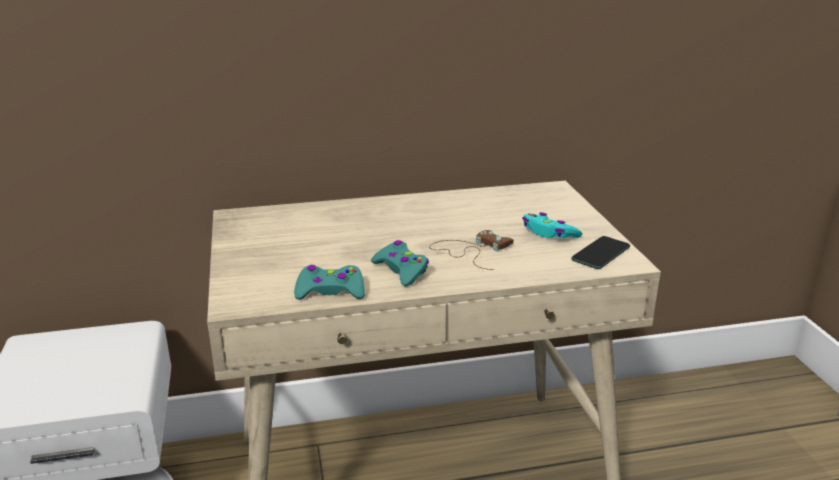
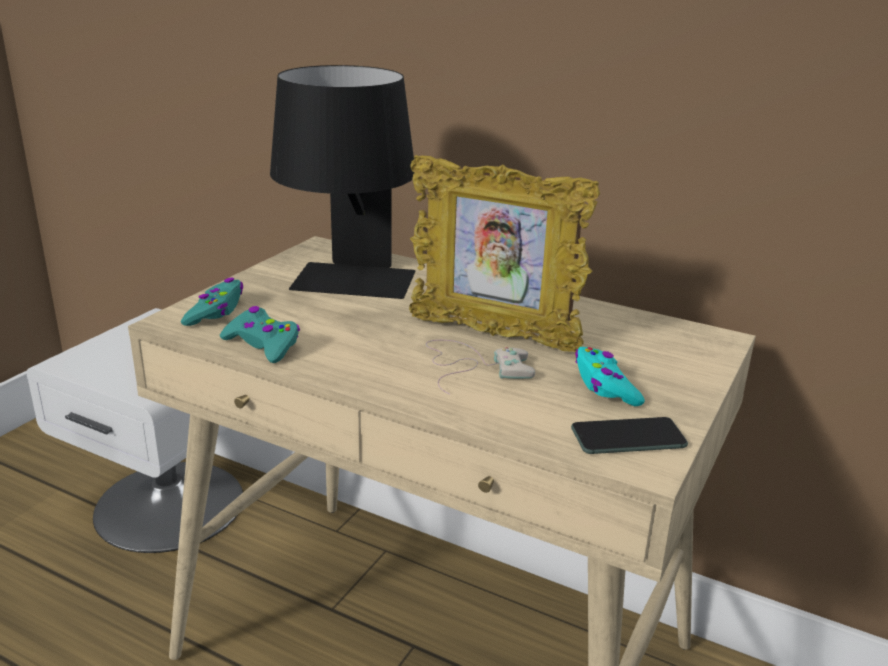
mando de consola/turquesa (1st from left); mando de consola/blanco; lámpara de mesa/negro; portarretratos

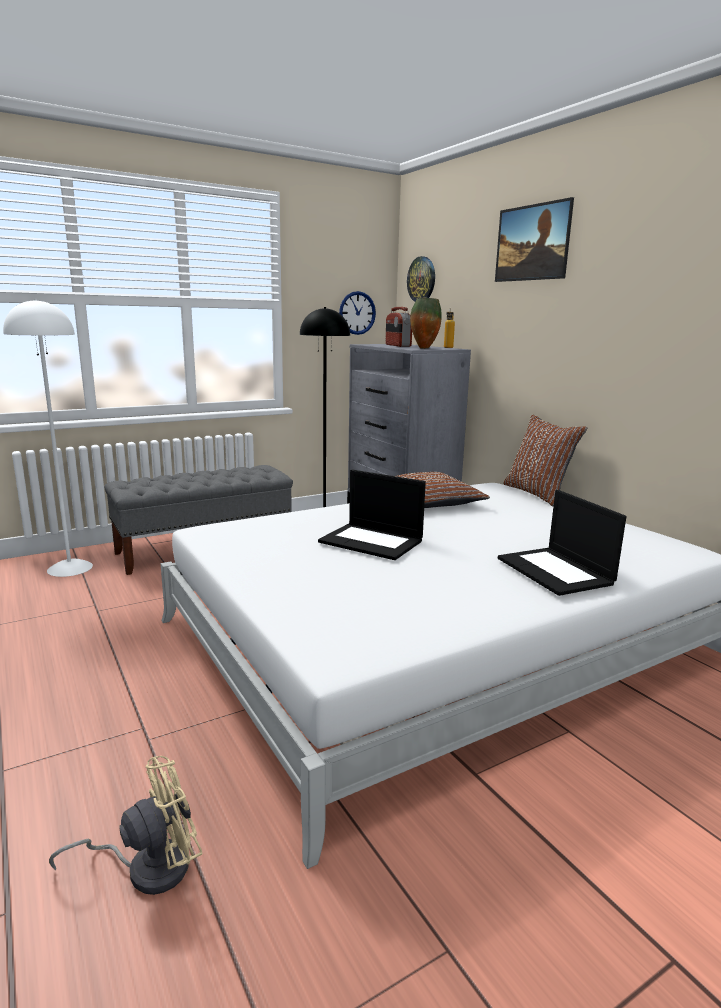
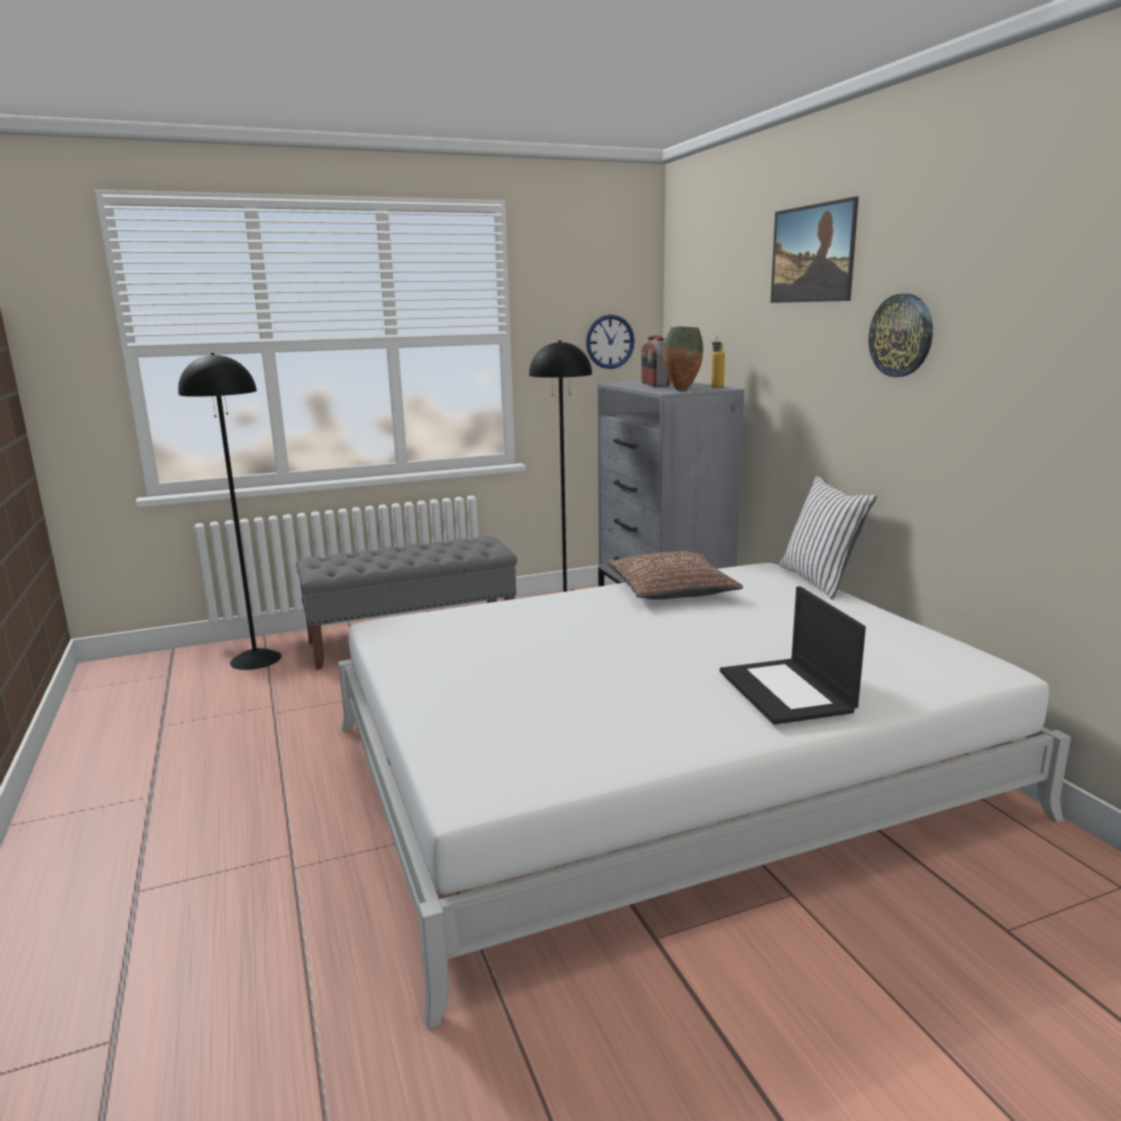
lámpara de pie/negro (1st from left); ventilador/beis; portátil (1st from left in the first image); reloj de pared (2nd from left); cojín/blanco

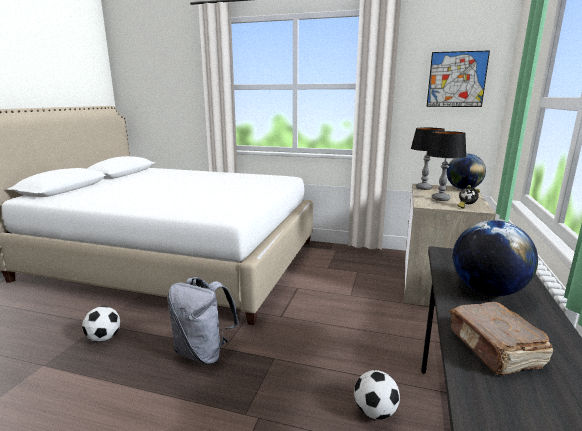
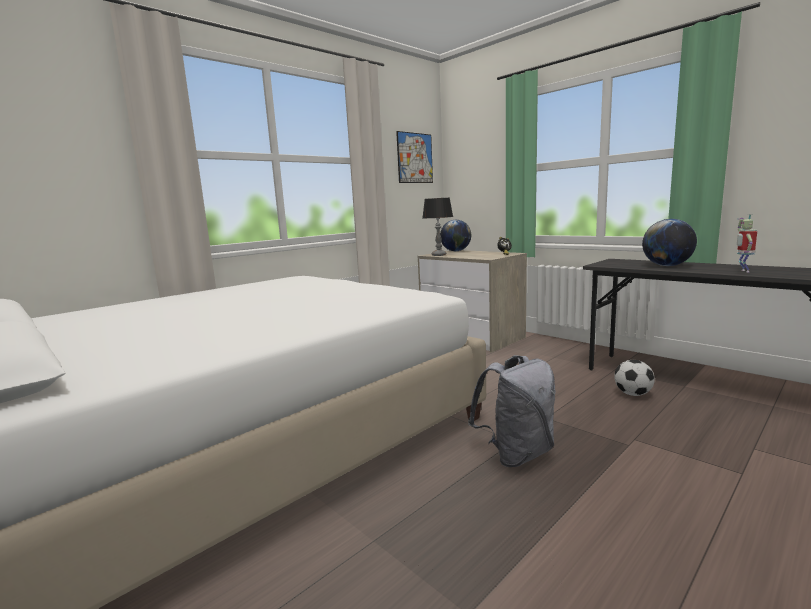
balón de fútbol (1st from left in the first image); lámpara de mesa (2nd from left in the first image); robot de juguete

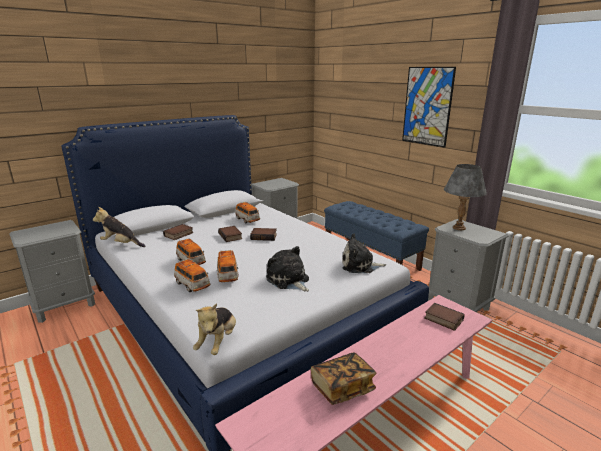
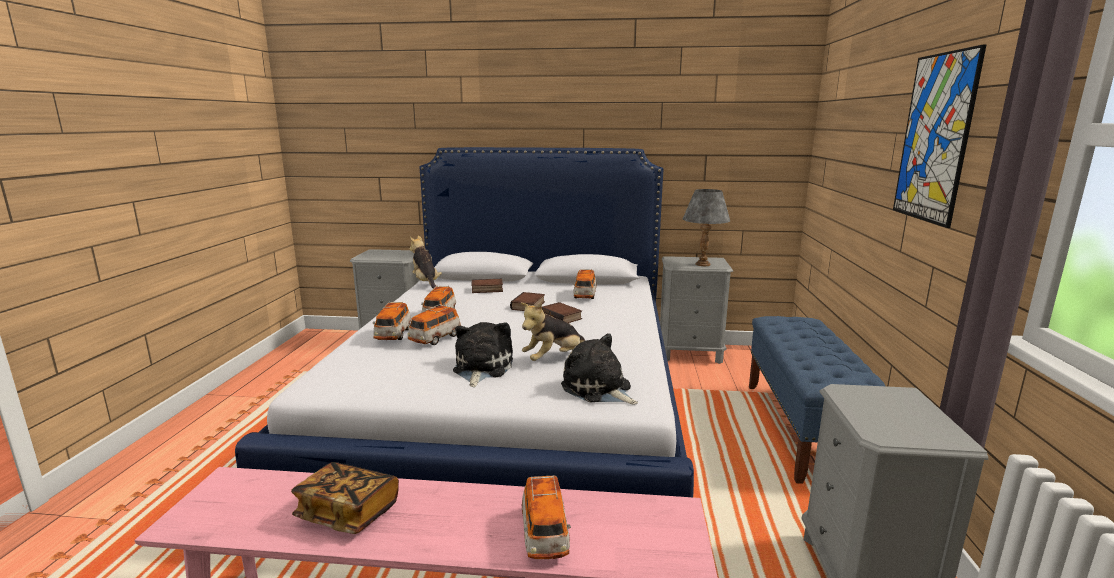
peluche (3rd from left); libro (5th from left in the first image); lámpara de mesa/gris; coche de juguete (4th from left)

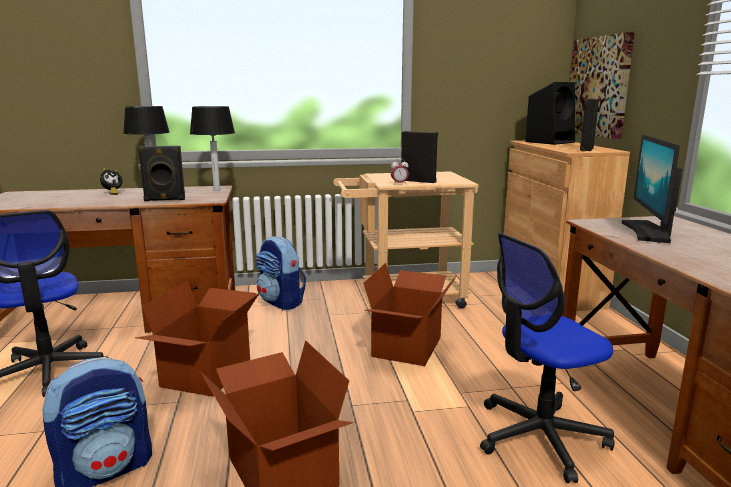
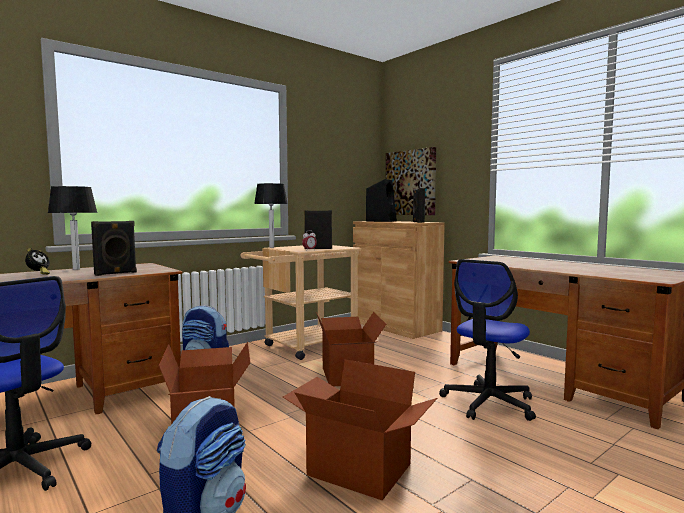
lámpara de mesa (2nd from left); monitor

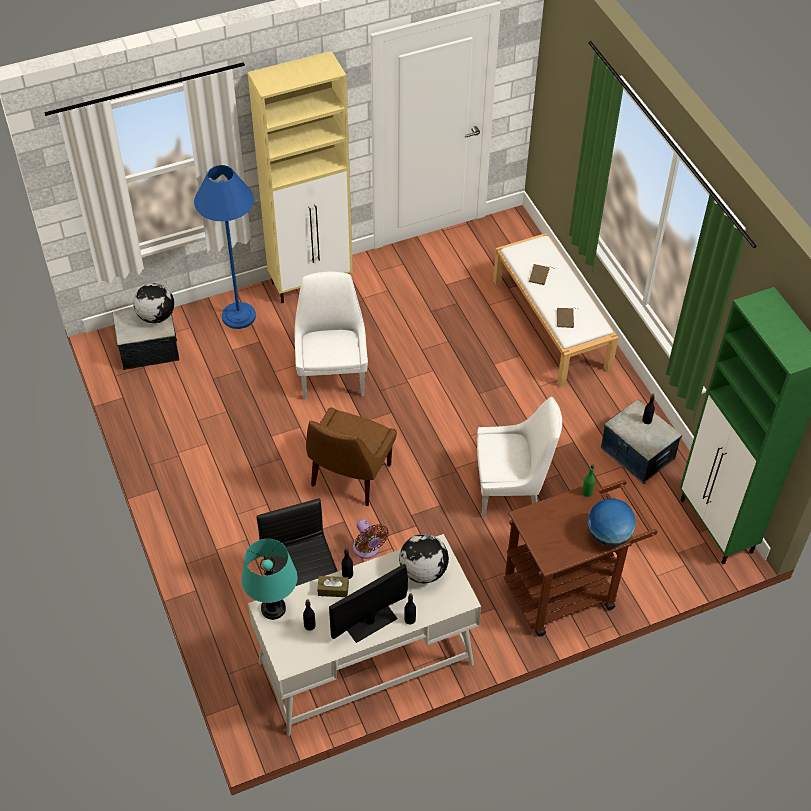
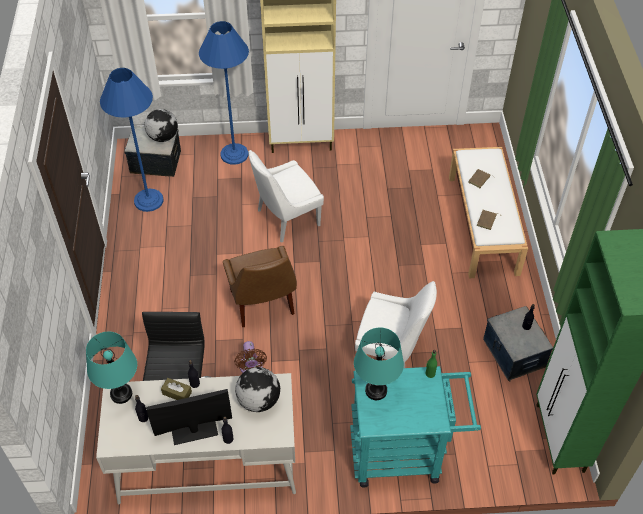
silla/blanco (1st from left); silla/marrón; carrito/turquesa; globo terráqueo (3rd from left in the first image); lámpara de pie/azul (1st from left); lámpara de mesa/turquesa (2nd from left)

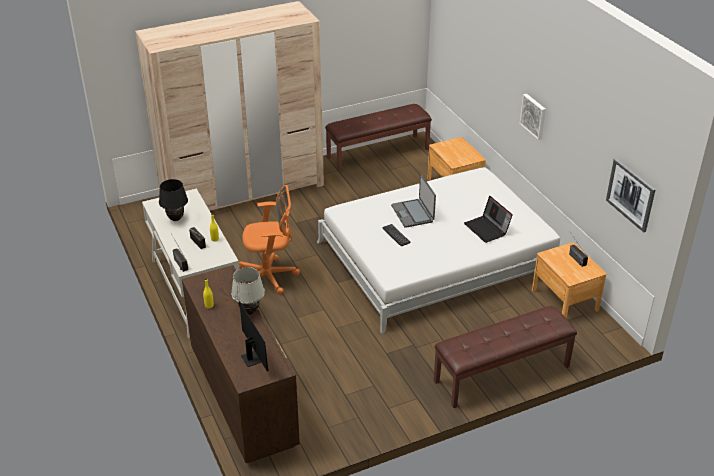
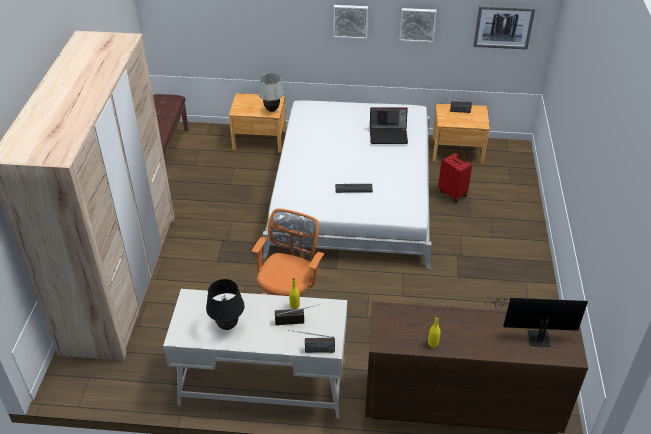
lámpara de mesa/blanco; portátil (1st from left in the first image); banco/marrón (2nd from left in the first image); cuadro (2nd from left); maleta/rojo

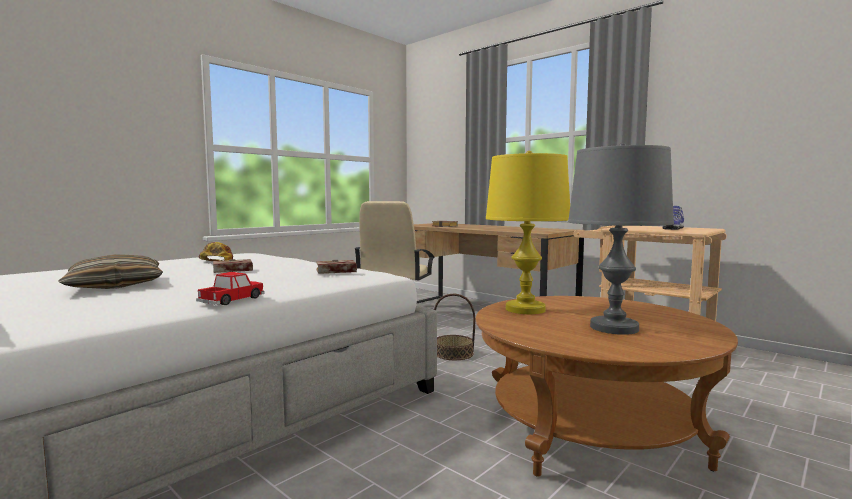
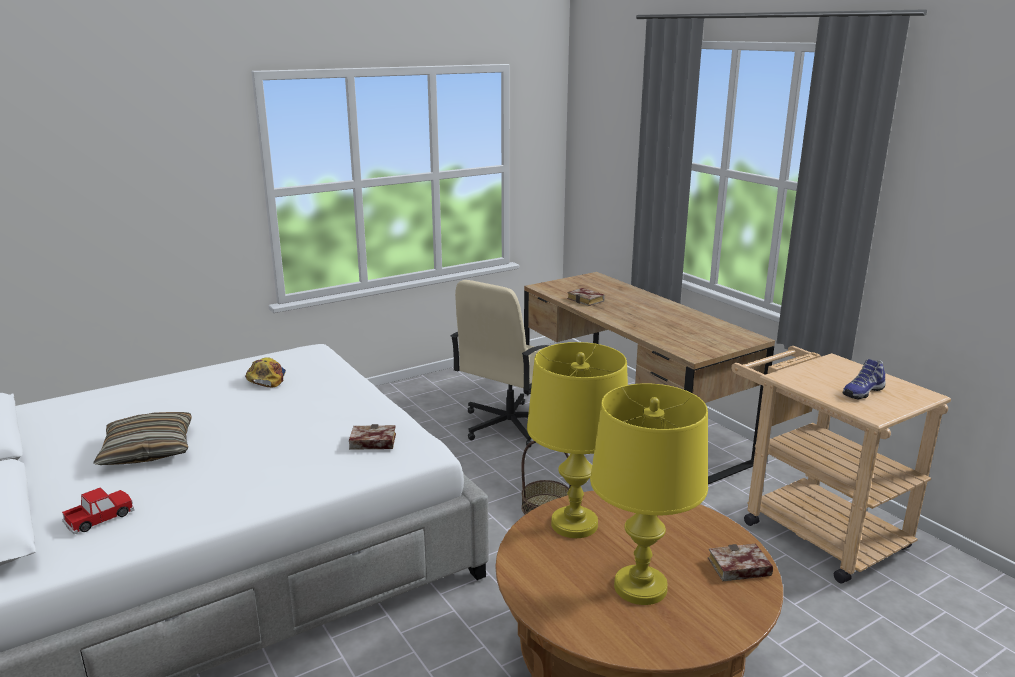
coche de juguete; libro (3rd from left); lámpara de mesa/amarillo (2nd from left)

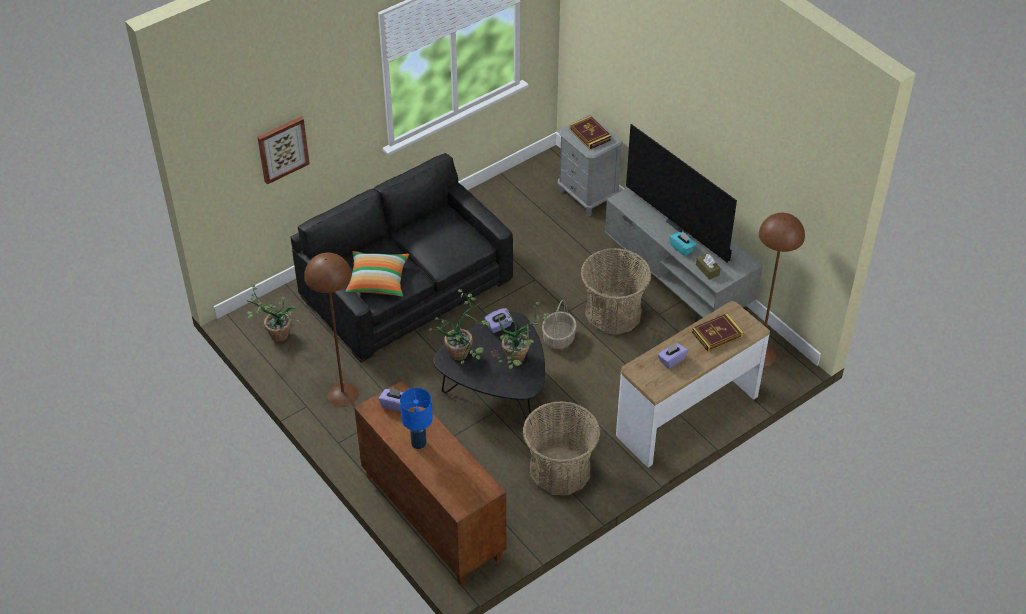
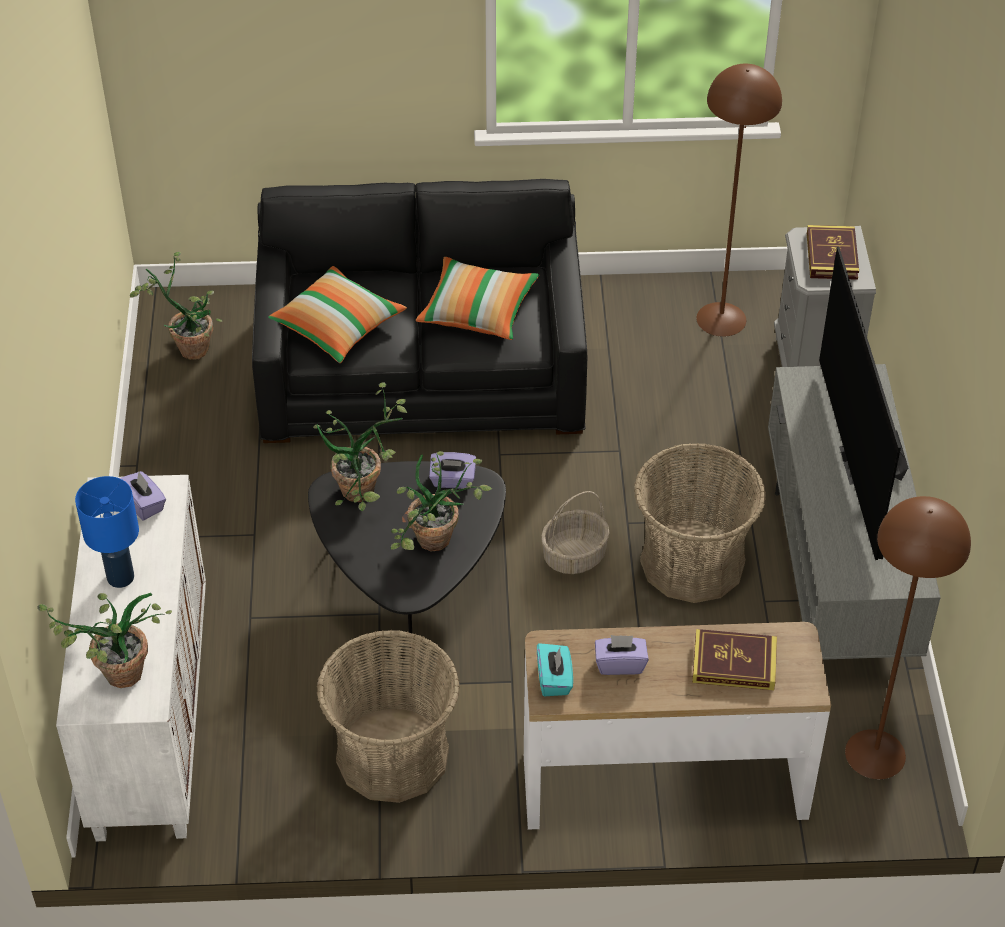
cuadro; lámpara de pie/marrón (1st from left); armario/blanco; caja de pañuelos/turquesa; caja de pañuelos/marrón; planta en maceta (1st from left); cojín (2nd from left)

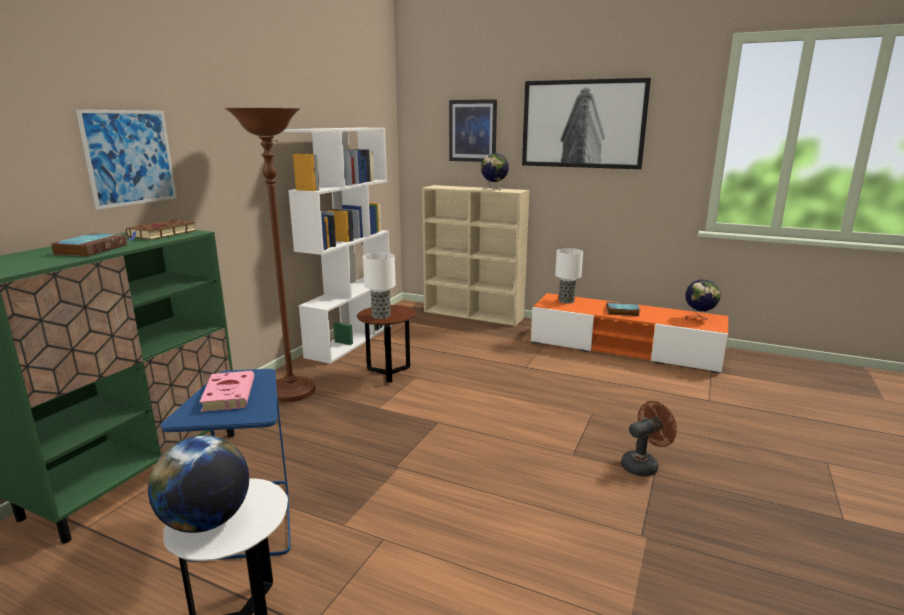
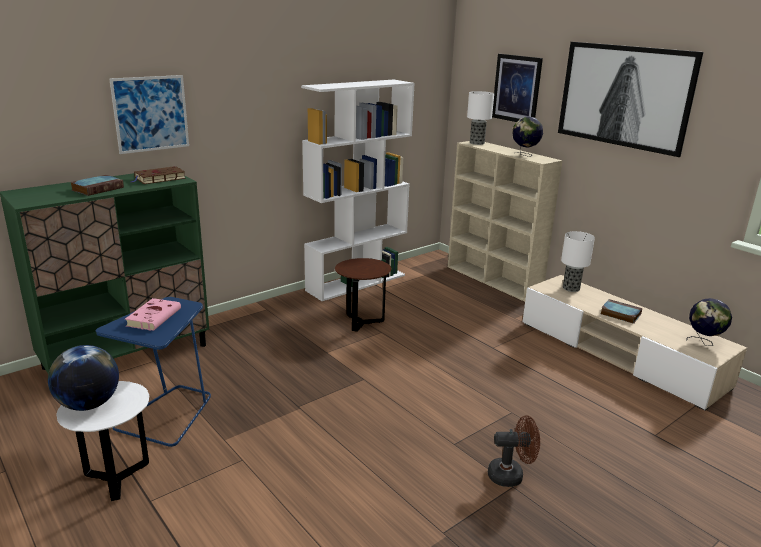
lámpara de pie/marrón; lámpara de mesa (1st from left); mueble de televisión/beis

